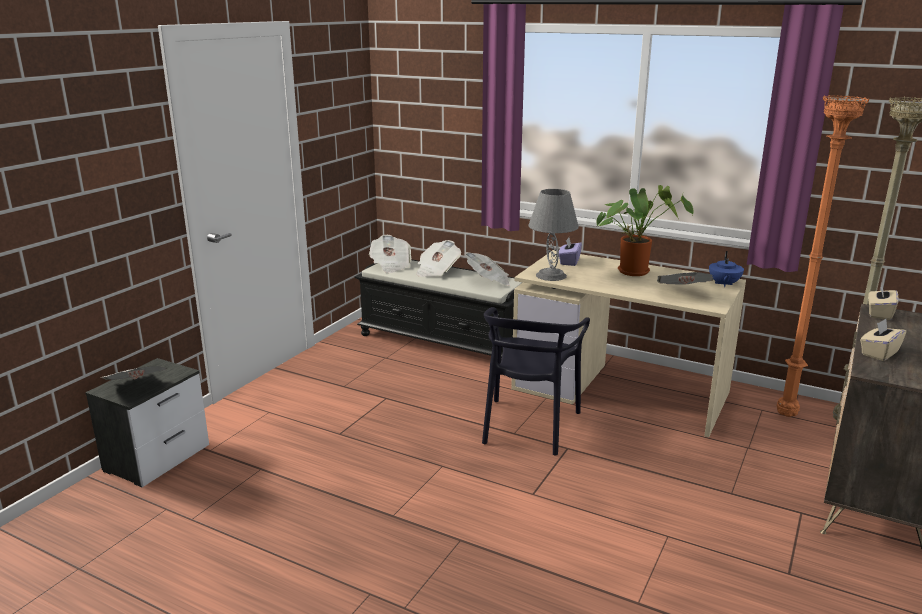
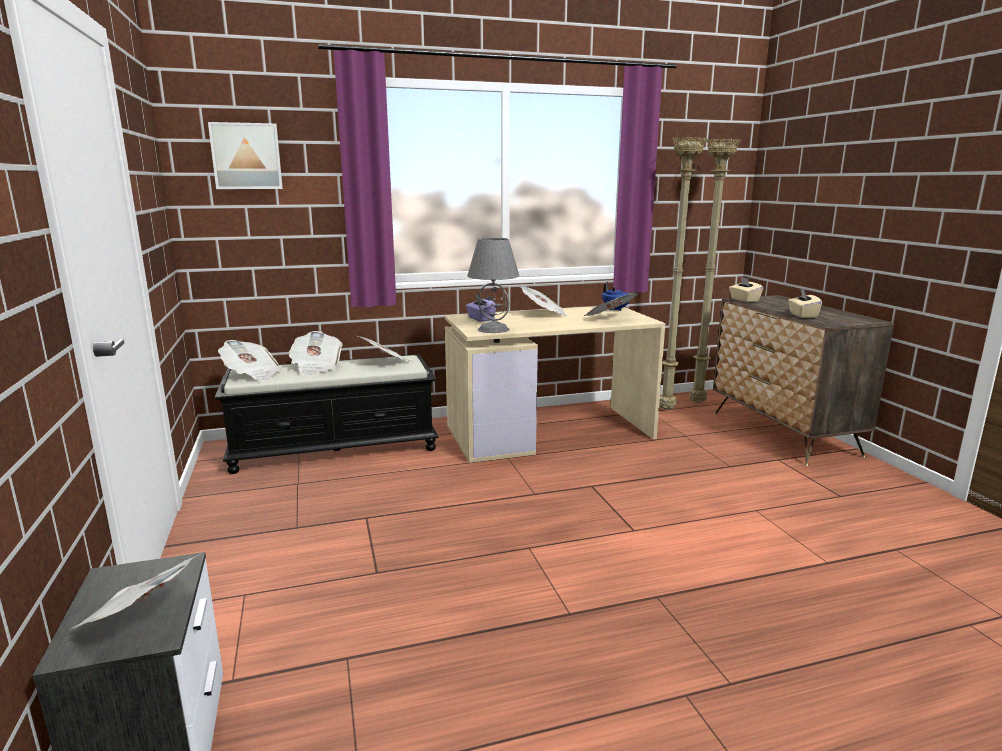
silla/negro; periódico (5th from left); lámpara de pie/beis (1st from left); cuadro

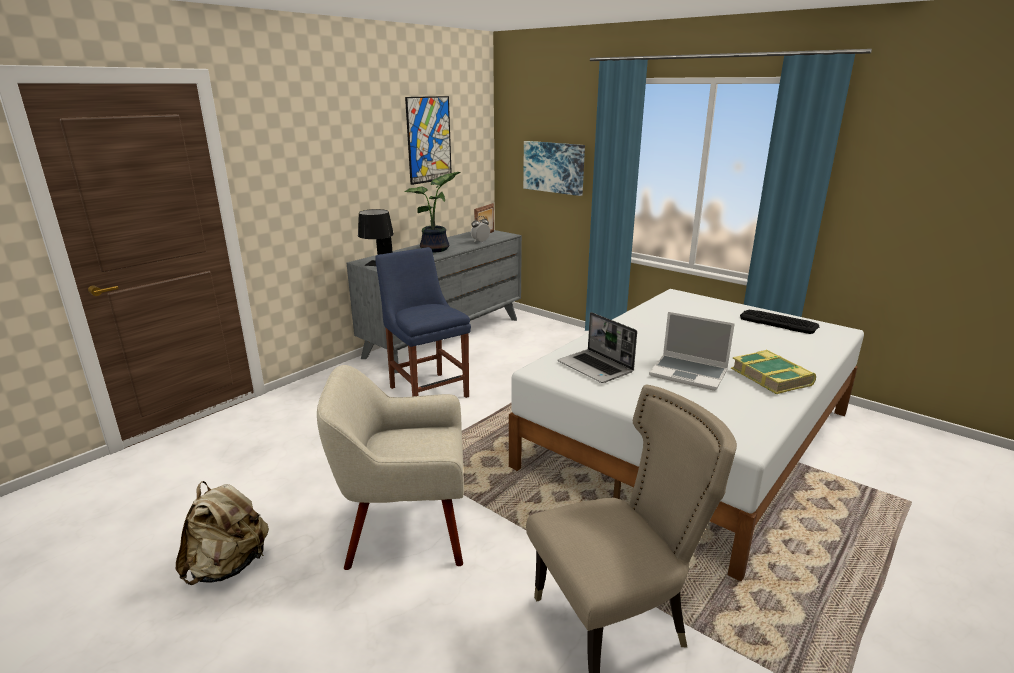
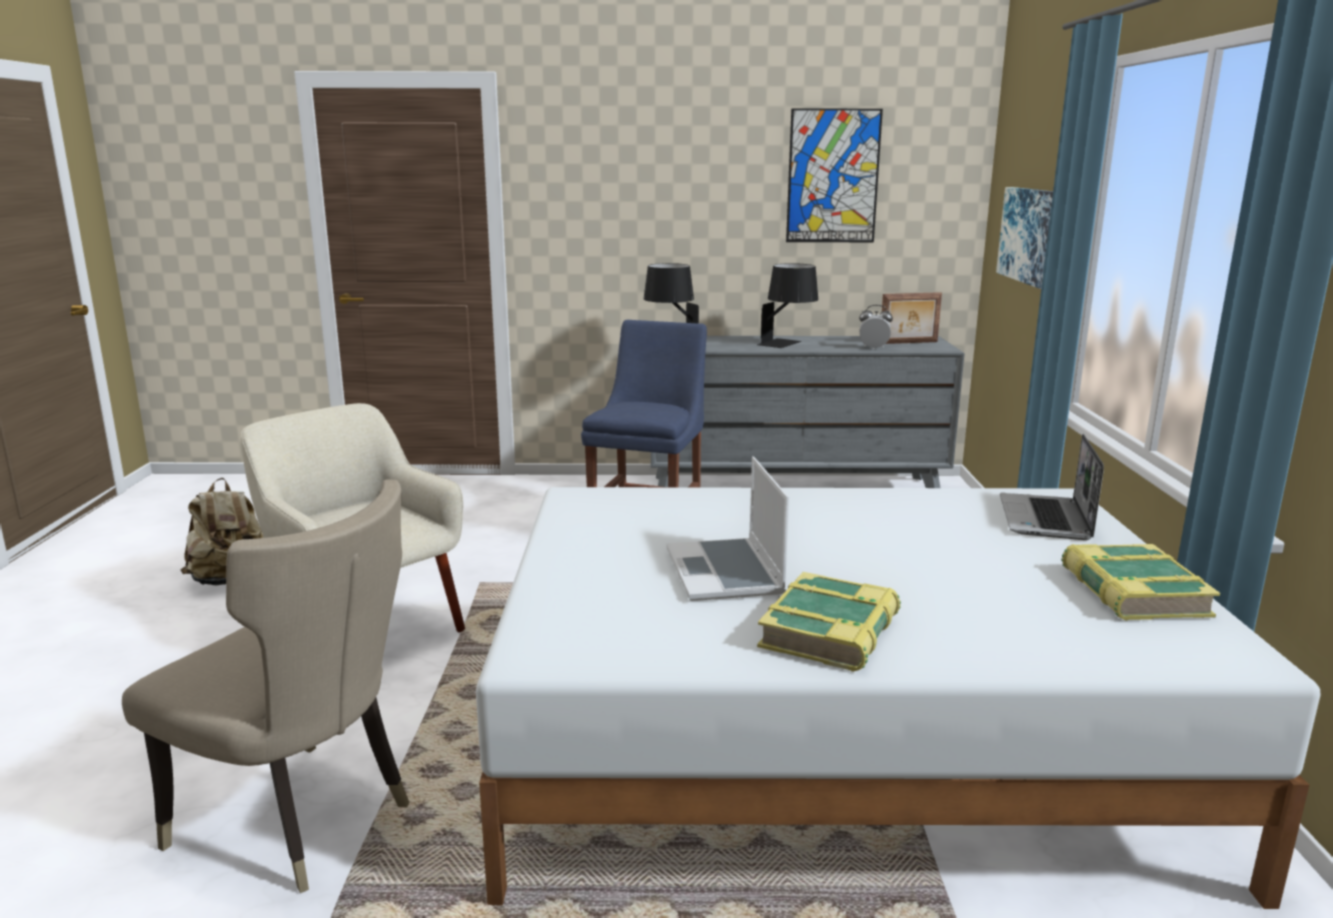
lámpara de mesa/negro (2nd from left); portátil (2nd from left); libro (2nd from left)

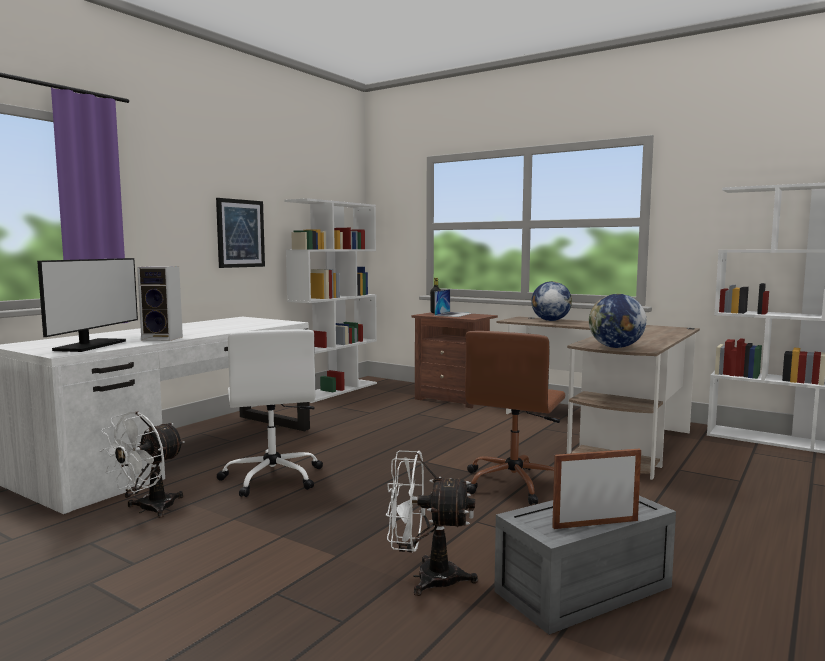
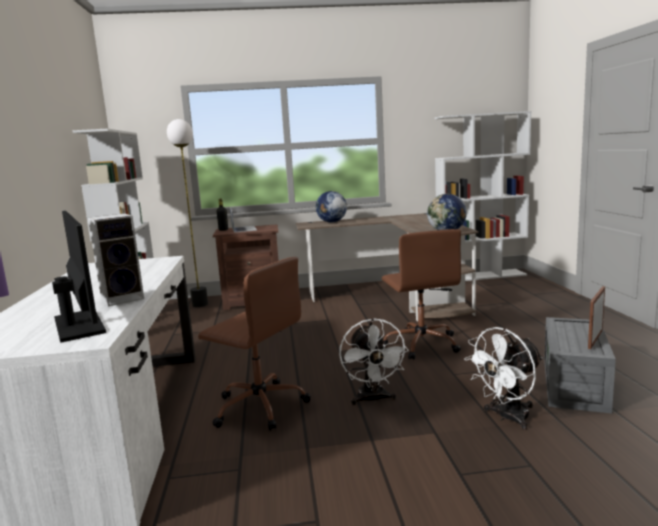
ventilador/blanco (1st from left); cuadro; silla de oficina/marrón (1st from left); lámpara de pie

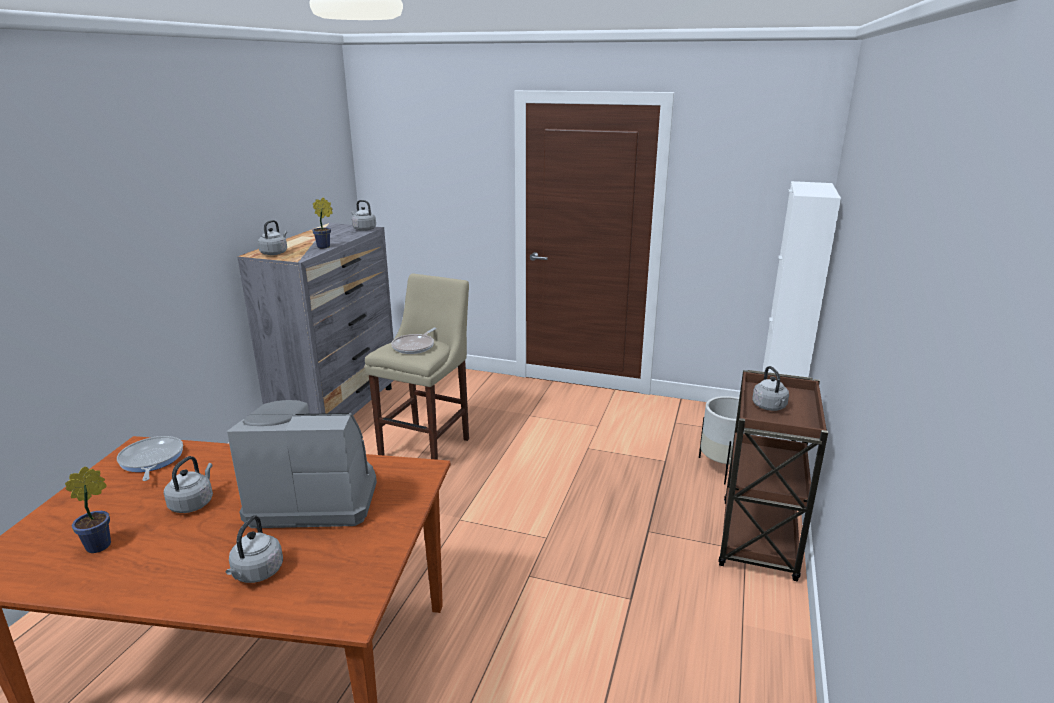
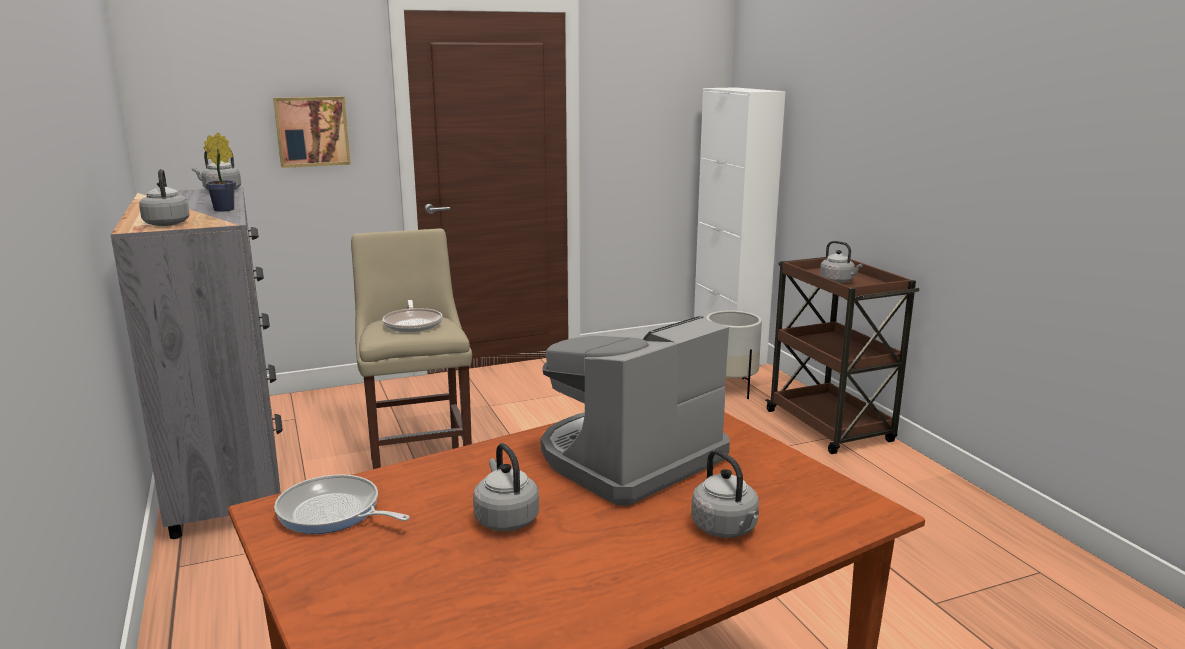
planta en maceta (1st from left in the first image); cuadro

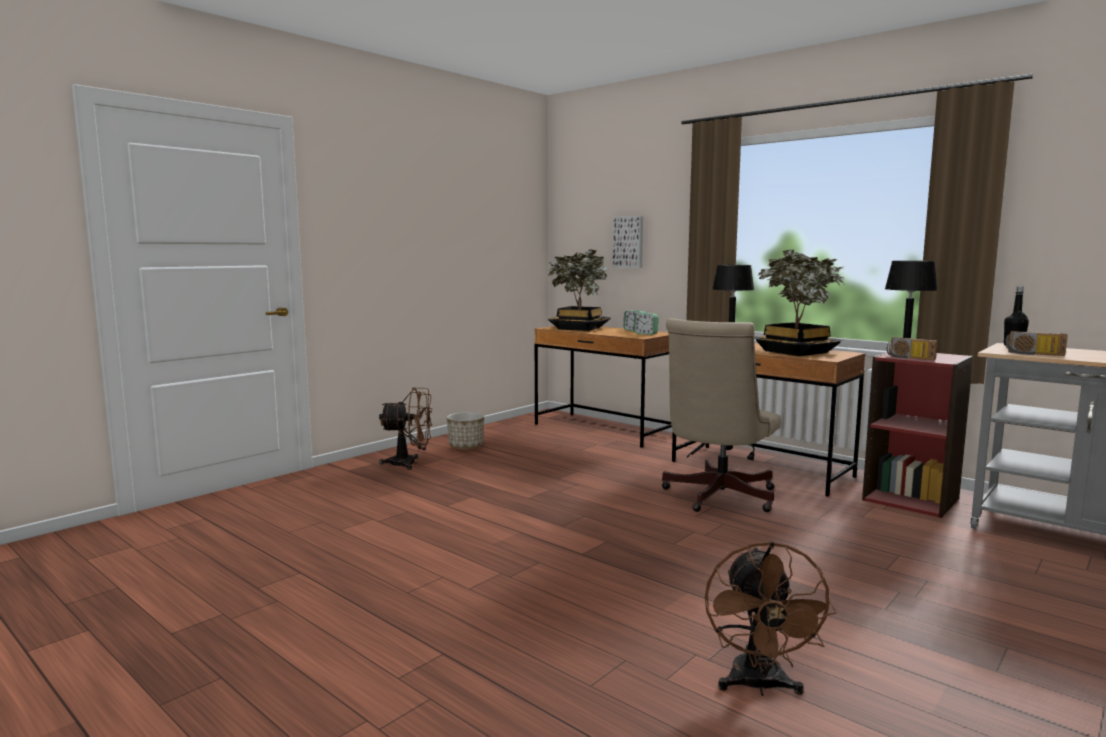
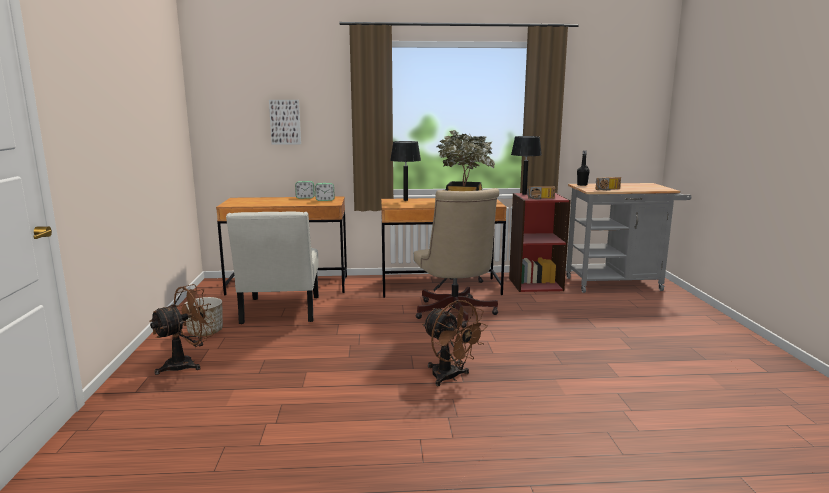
planta en maceta (1st from left in the first image); ventilador/marrón (2nd from left); silla/blanco

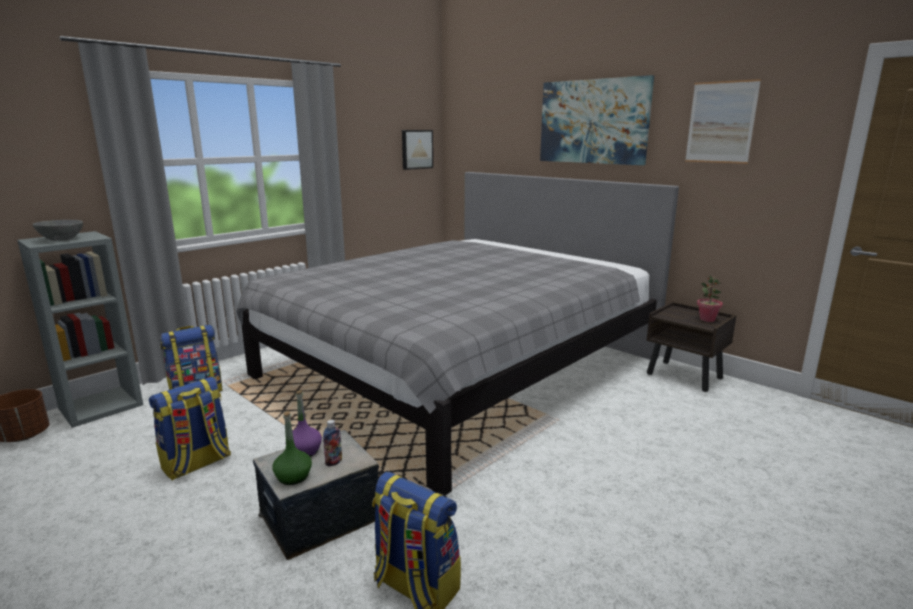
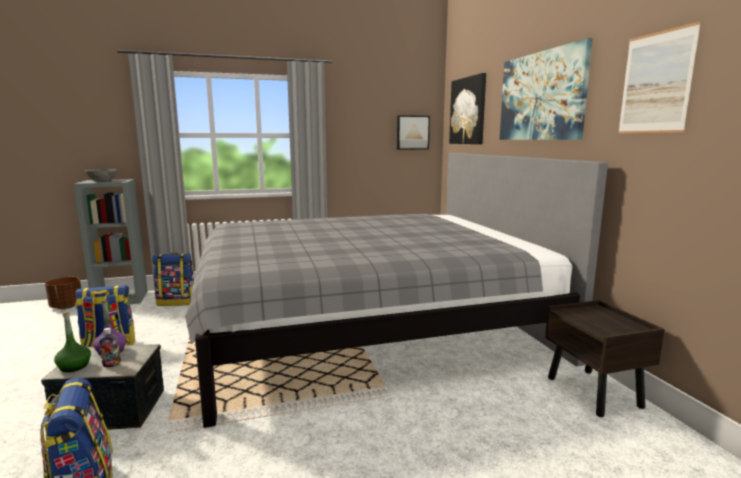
planta en maceta; cuadro (2nd from left)

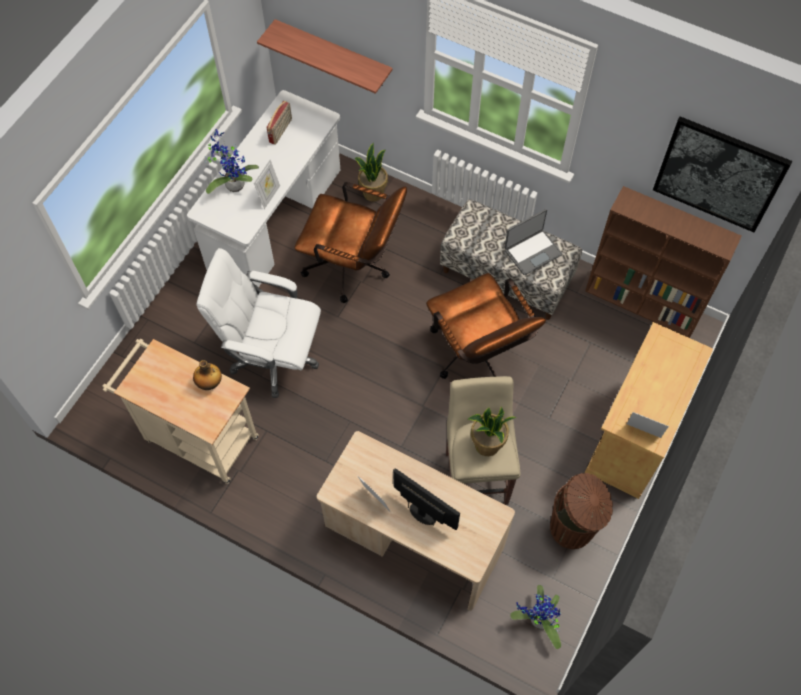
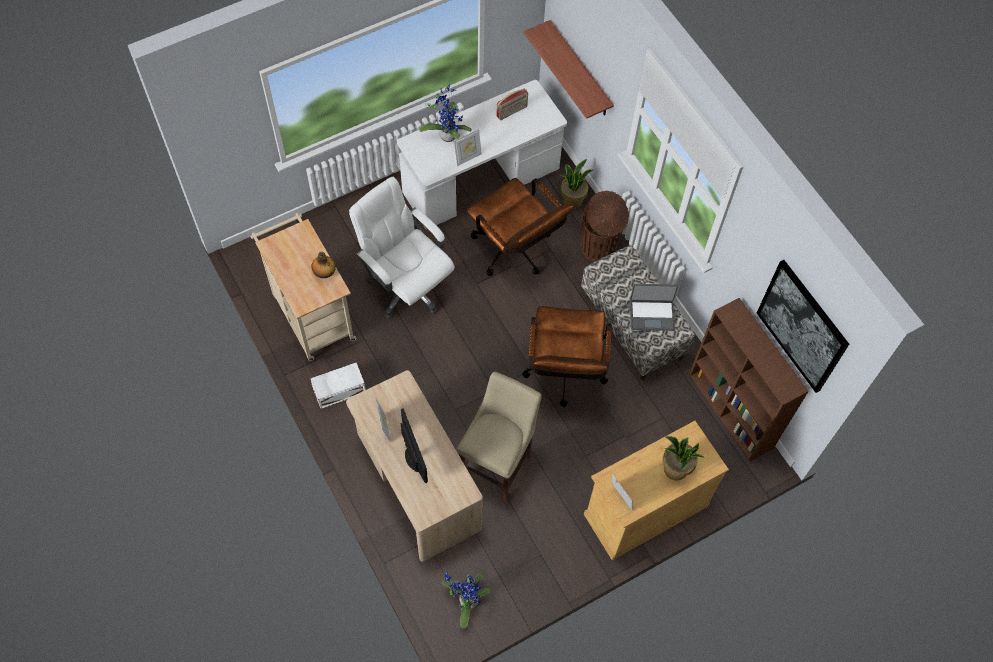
planta en maceta (4th from left); papelera/marrón; caja de almacenaje/blanco

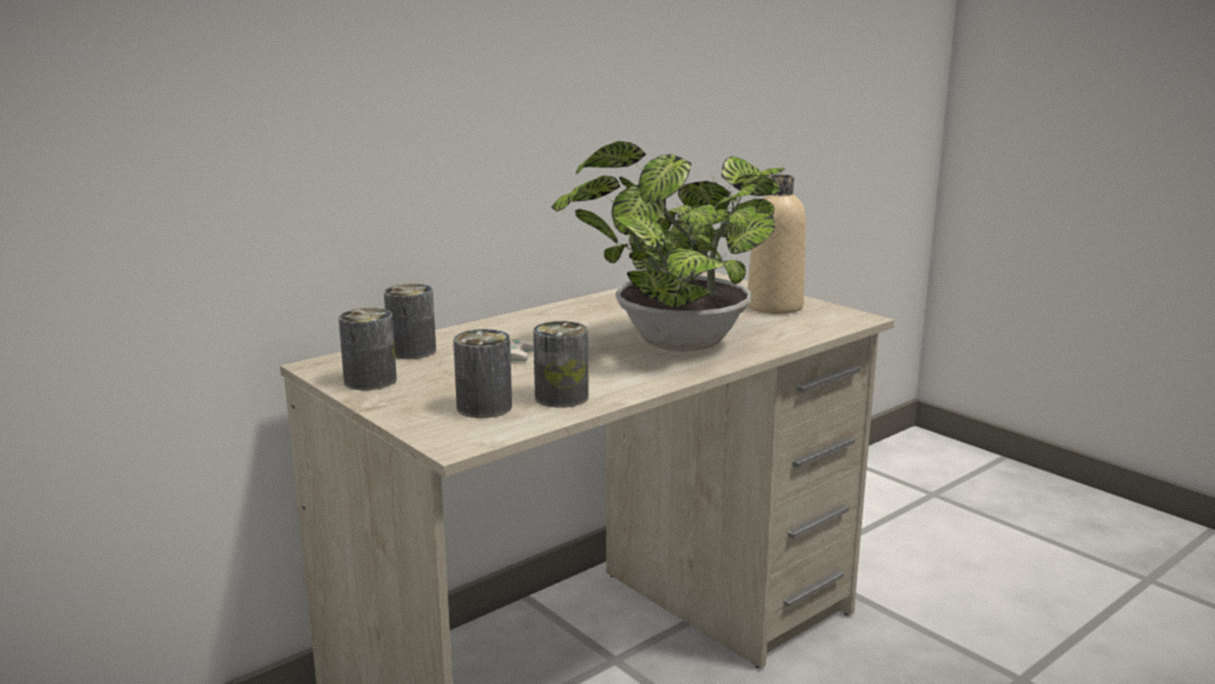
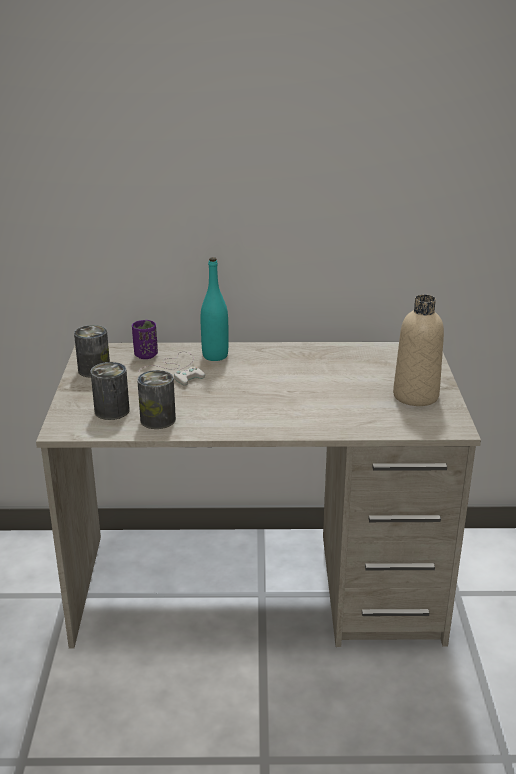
taza/morado; planta en maceta; botella/turquesa

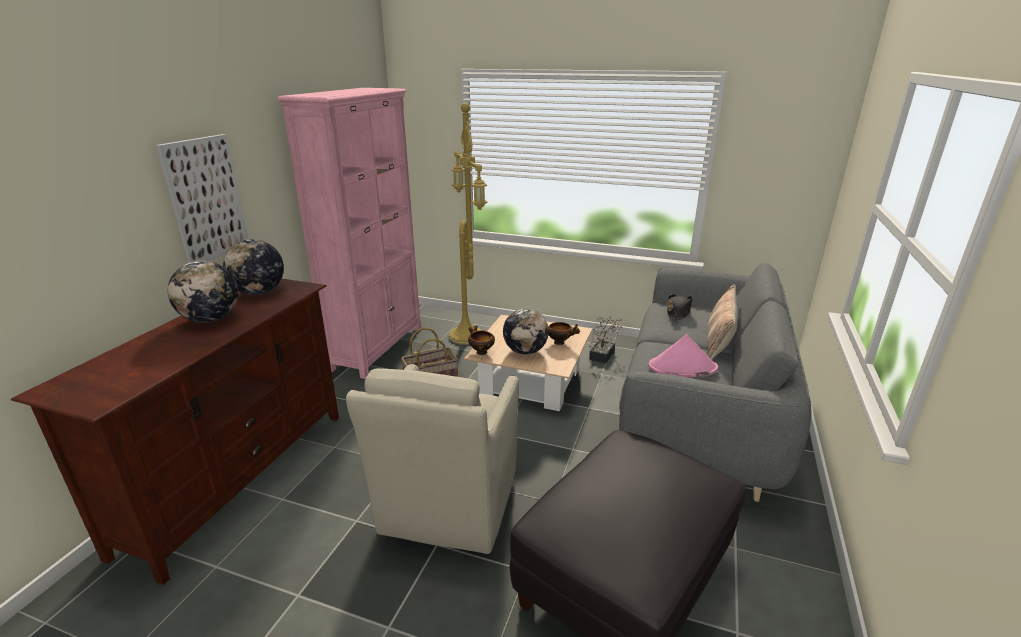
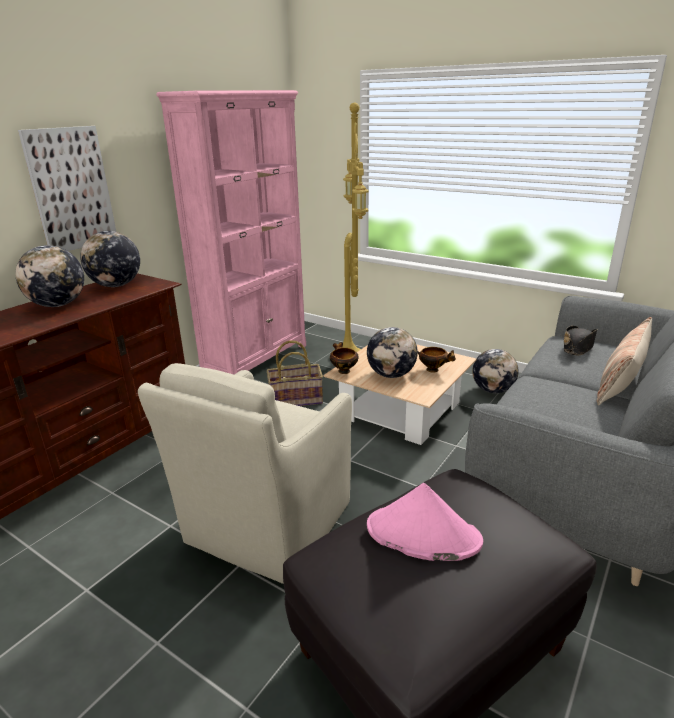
globo terráqueo (4th from left); sombrero/rosa

